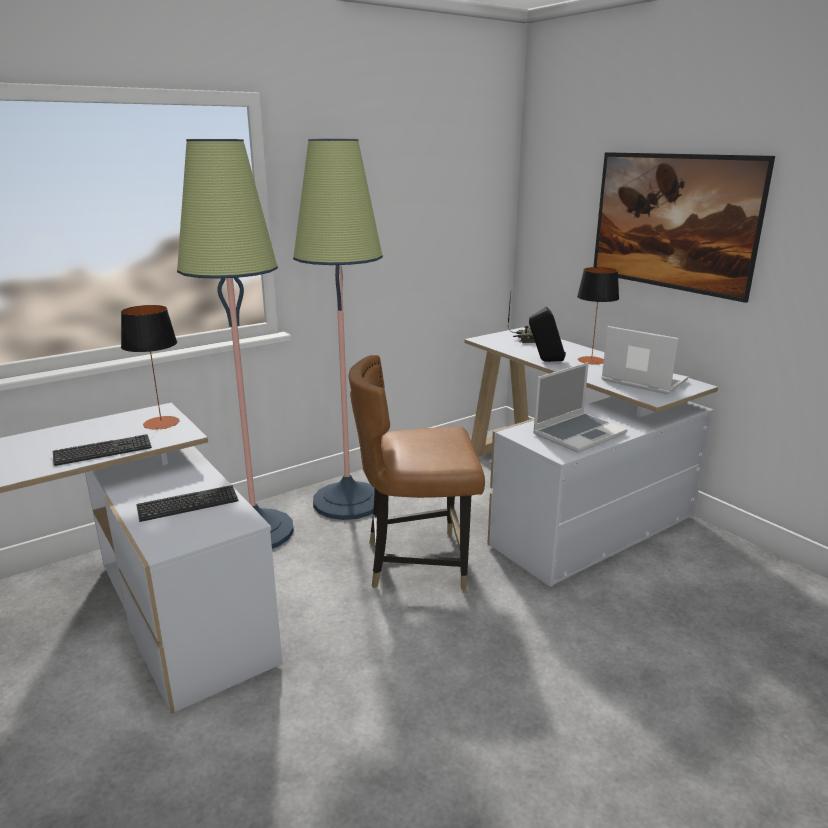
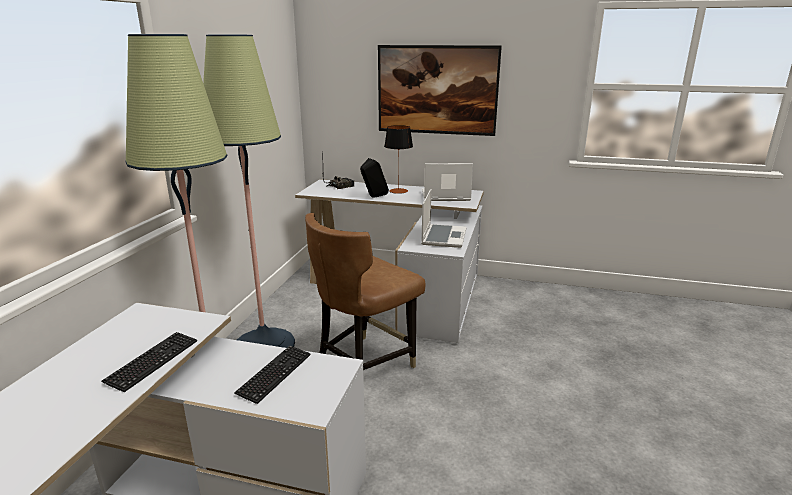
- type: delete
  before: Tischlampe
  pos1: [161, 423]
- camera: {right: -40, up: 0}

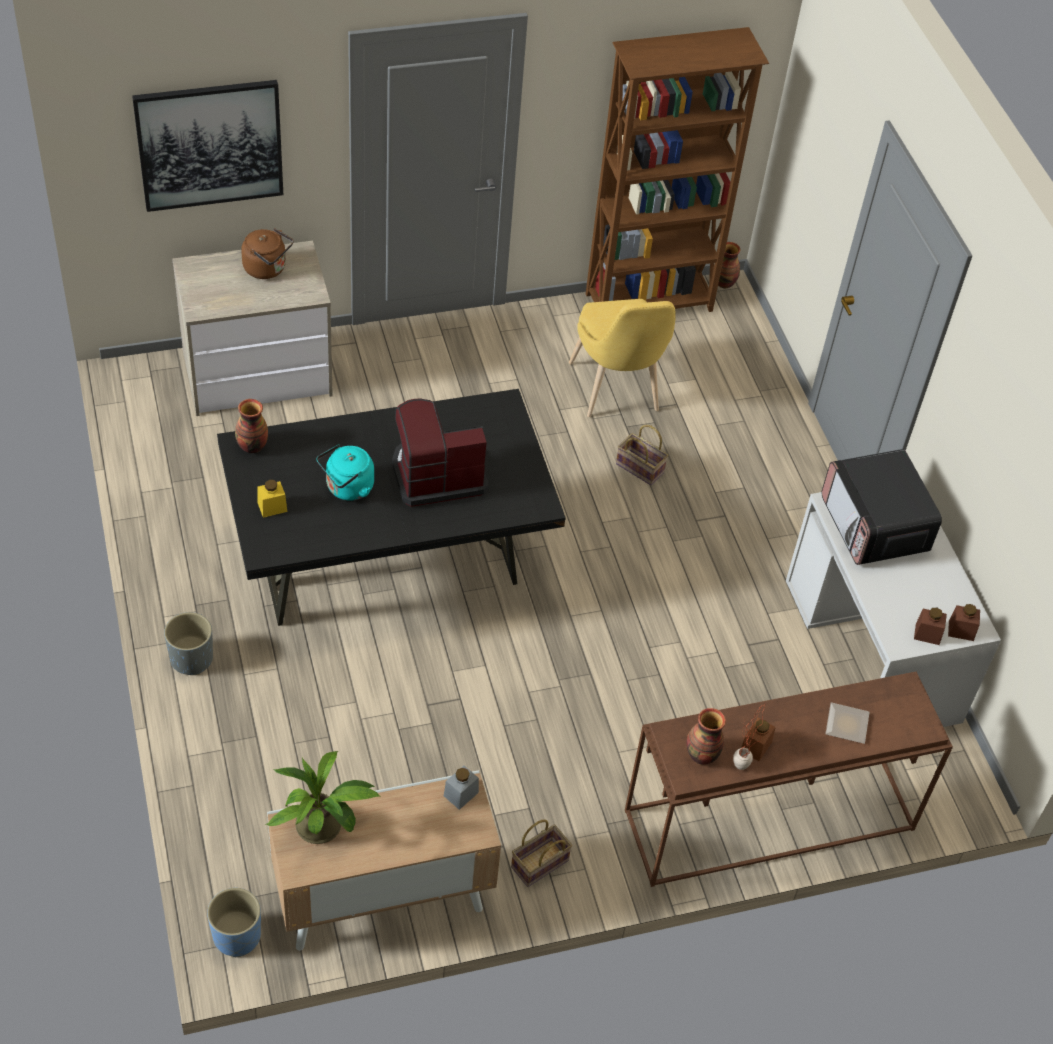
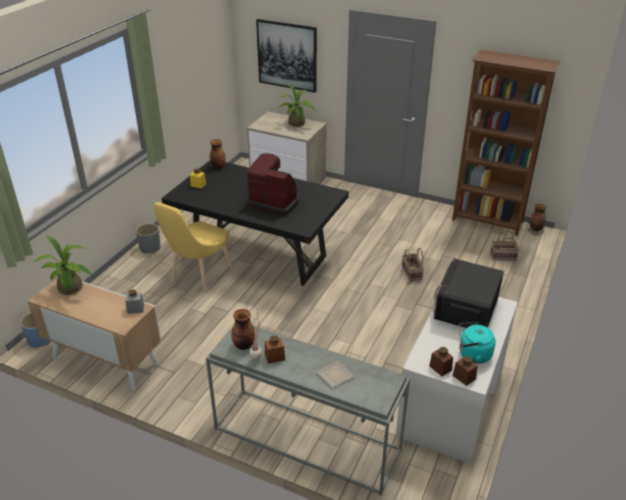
- type: replace
  before: Wasserkessel (braun)
  after: Topfpflanze
  pos1: [267, 269]
  pos2: [297, 124]
- type: move
  before: Wasserkessel (türkis)
  pos1: [347, 488]
  pos2: [472, 355]
- type: move
  before: Korb
  pos1: [539, 865]
  pos2: [502, 257]
- type: move
  before: Stuhl (gelb)
  pos1: [616, 392]
  pos2: [199, 277]
- type: recolor
  before: Konsolentisch (braun)
  after: Konsolentisch (grau)
  pos1: [768, 822]
  pos2: [305, 440]
- camera: {right: 45, up: -15}

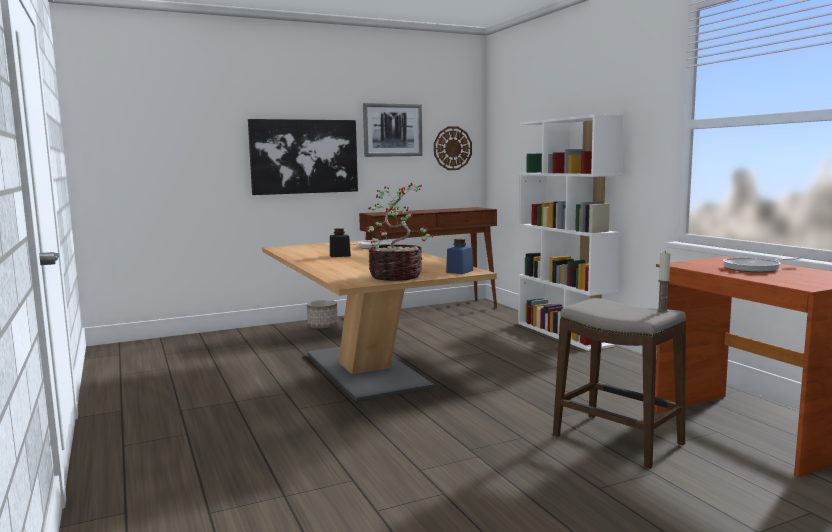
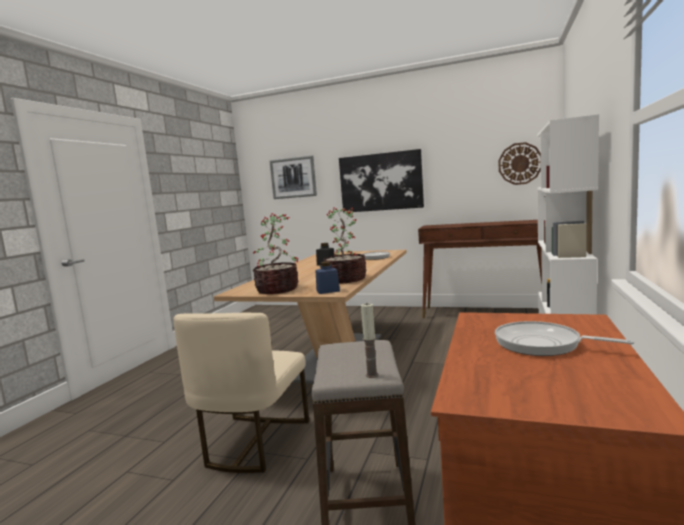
- type: delete
  before: Pflanzkübel
  pos1: [322, 327]
- type: move
  before: Bild
  pos1: [392, 130]
  pos2: [293, 177]
- type: insert
  after: Stuhl (beige)
  pos2: [253, 442]
- type: insert
  after: Topfpflanze
  pos2: [346, 279]
- camera: {right: 45, up: 0}

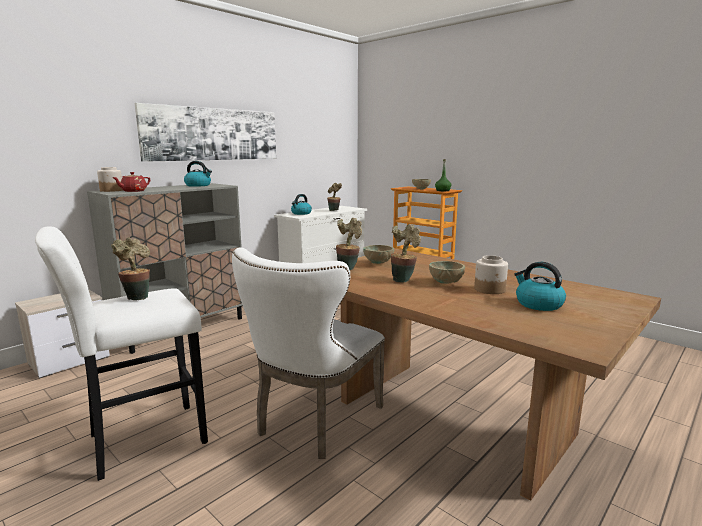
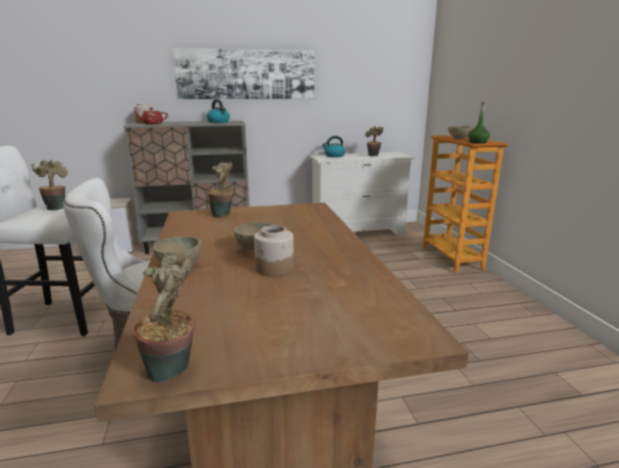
- type: move
  before: Schüssel (beige)
  pos1: [378, 263]
  pos2: [180, 266]
- type: move
  before: Topfpflanze
  pos1: [403, 279]
  pos2: [173, 371]
- type: delete
  before: Wasserkessel
  pos1: [538, 304]
- camera: {right: 35, up: 5}

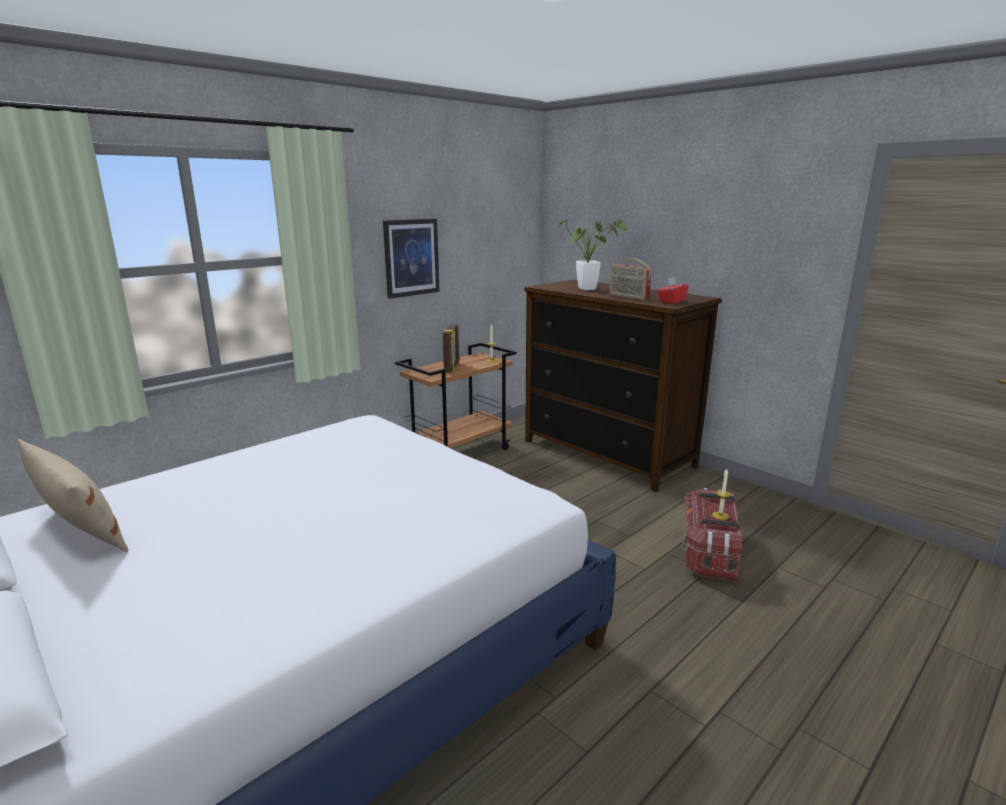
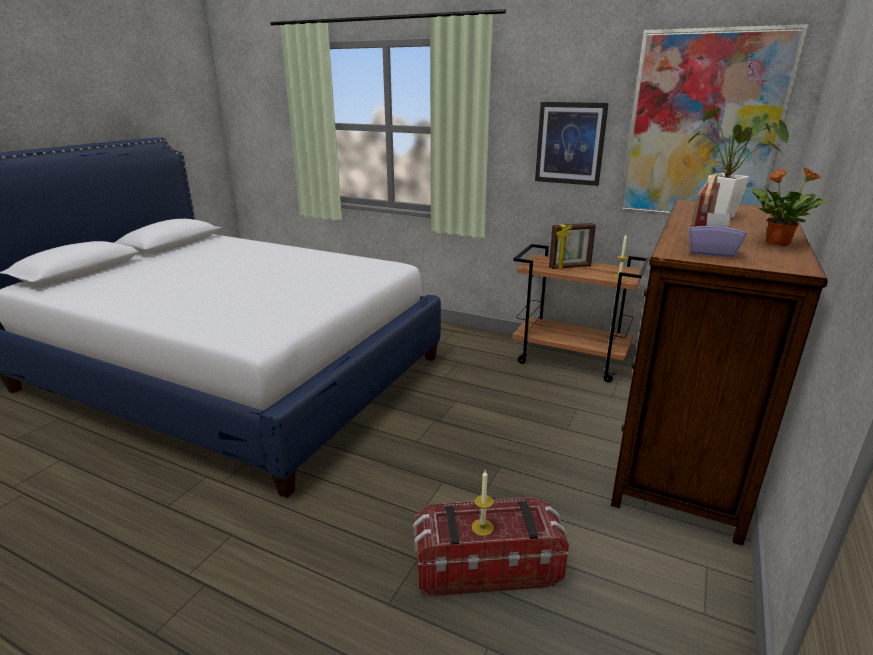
- type: delete
  before: Kissen (beige)
  pos1: [79, 528]
- type: recolor
  before: Taschentuchbox (rot)
  after: Taschentuchbox (lila)
  pos1: [671, 301]
  pos2: [711, 253]
- type: insert
  after: Bild
  pos2: [703, 128]
- type: insert
  after: Topfpflanze
  pos2: [776, 243]
- camera: {right: 70, up: 5}

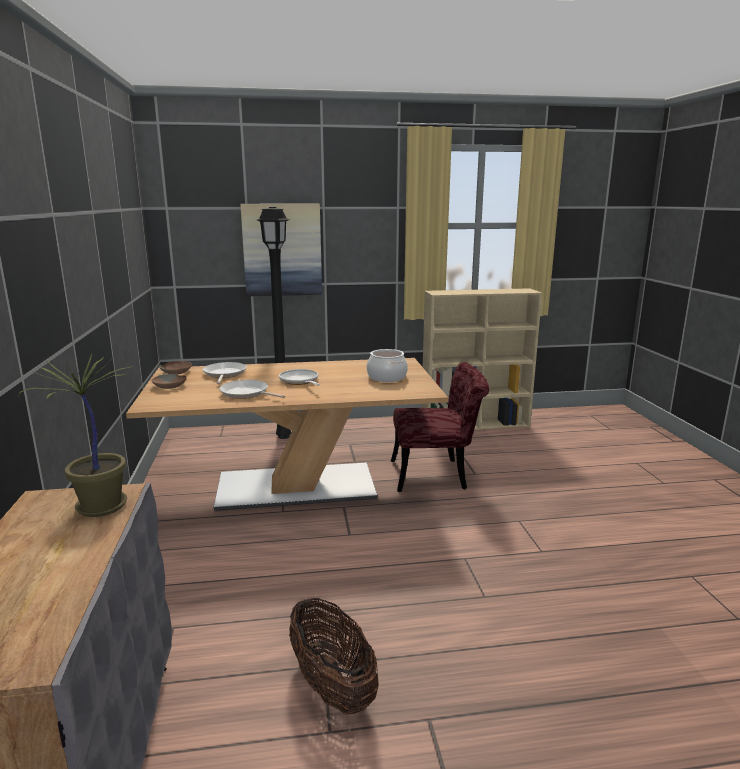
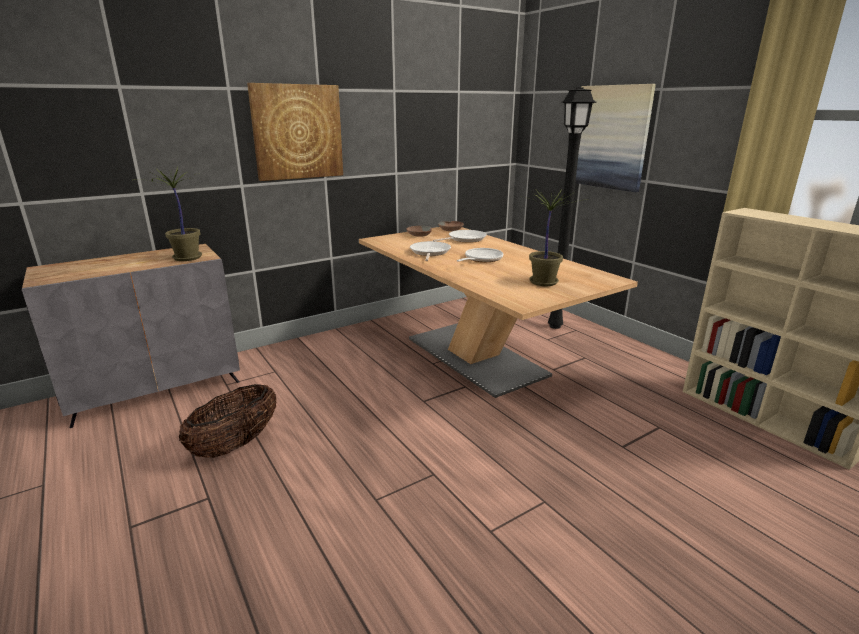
- type: replace
  before: Kochtopf
  after: Topfpflanze
  pos1: [386, 377]
  pos2: [543, 282]
- type: delete
  before: Stuhl (rot)
  pos1: [437, 474]
- type: insert
  after: Bild
  pos2: [297, 132]
- camera: {right: 65, up: 5}

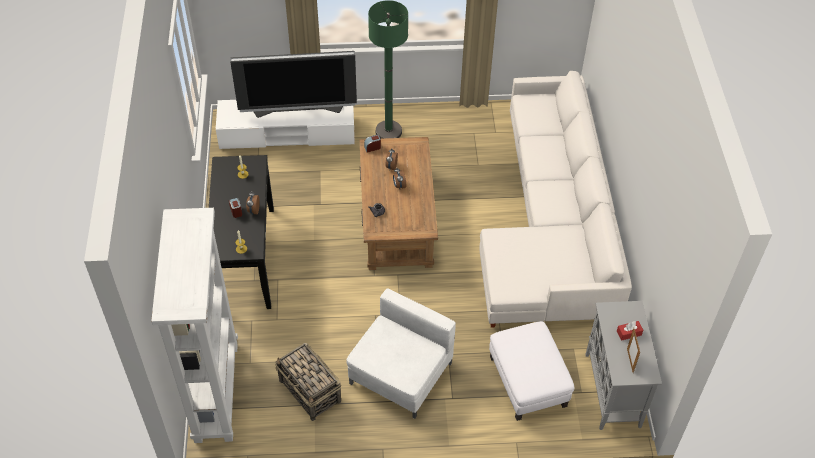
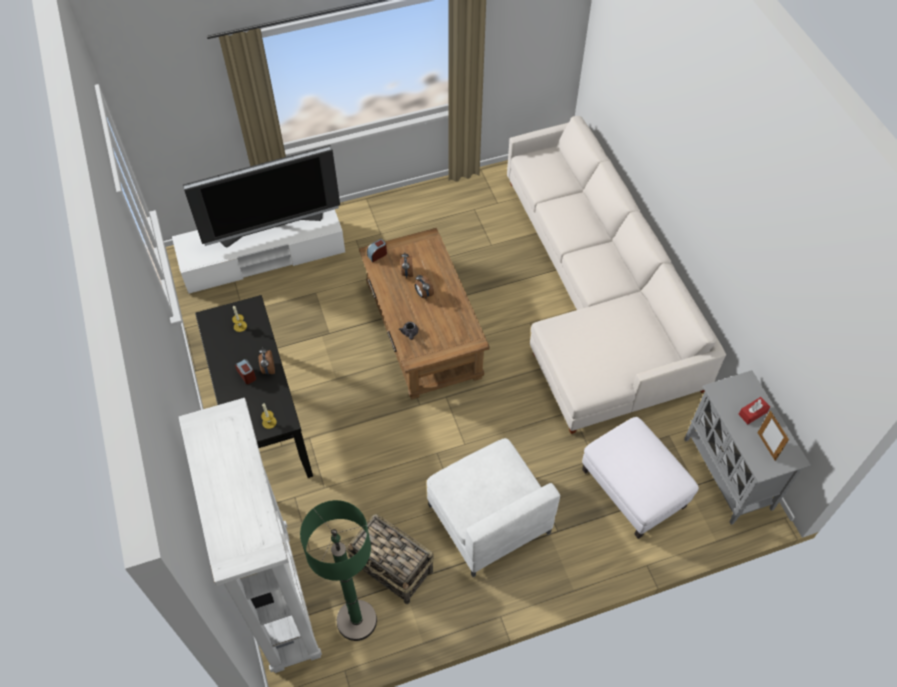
- type: rotate
  before: Sessel (weiß)
  pos1: [399, 374]
  pos2: [488, 517]
  turn: 135
- type: move
  before: Stehlampe (grün)
  pos1: [388, 131]
  pos2: [356, 620]
- camera: {right: -15, up: 5}

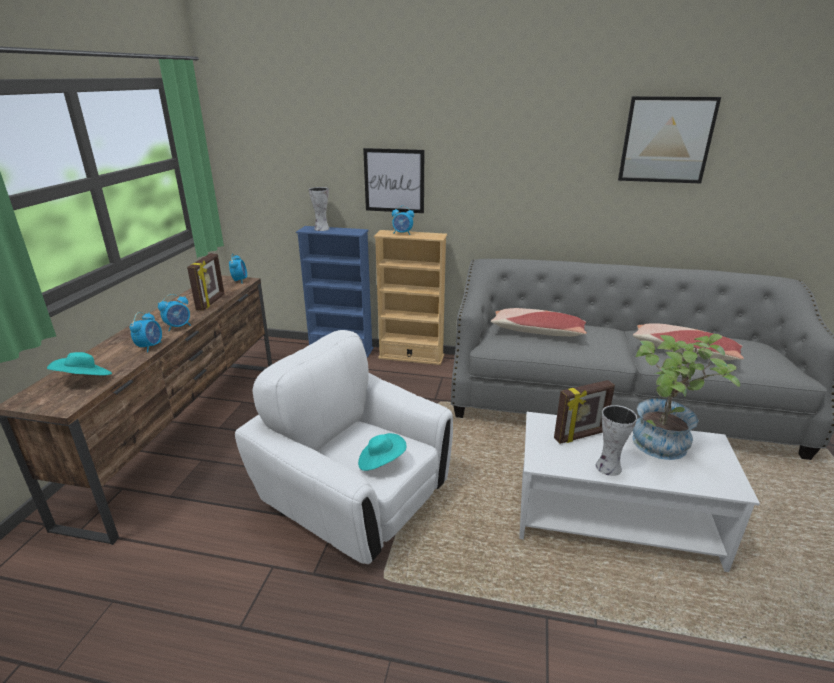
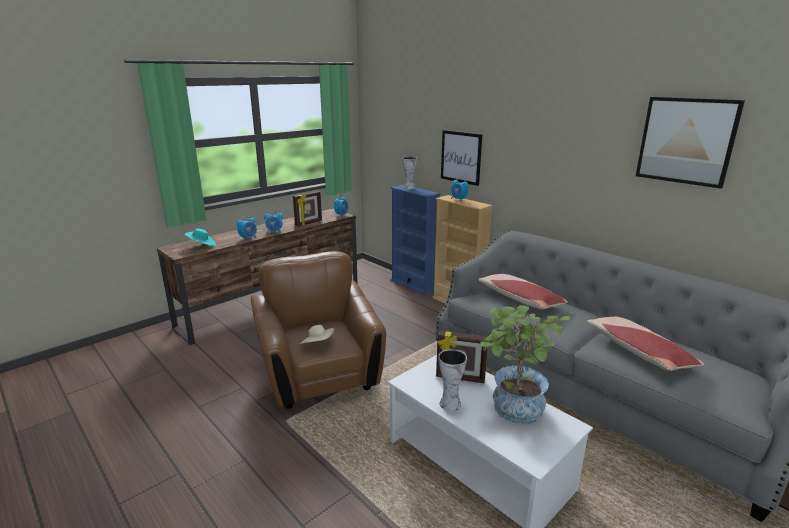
- type: recolor
  before: Sessel (weiß)
  after: Sessel (braun)
  pos1: [355, 499]
  pos2: [319, 374]
- type: recolor
  before: Hut (türkis)
  after: Hut (beige)
  pos1: [381, 462]
  pos2: [318, 345]
- camera: {right: 35, up: -5}

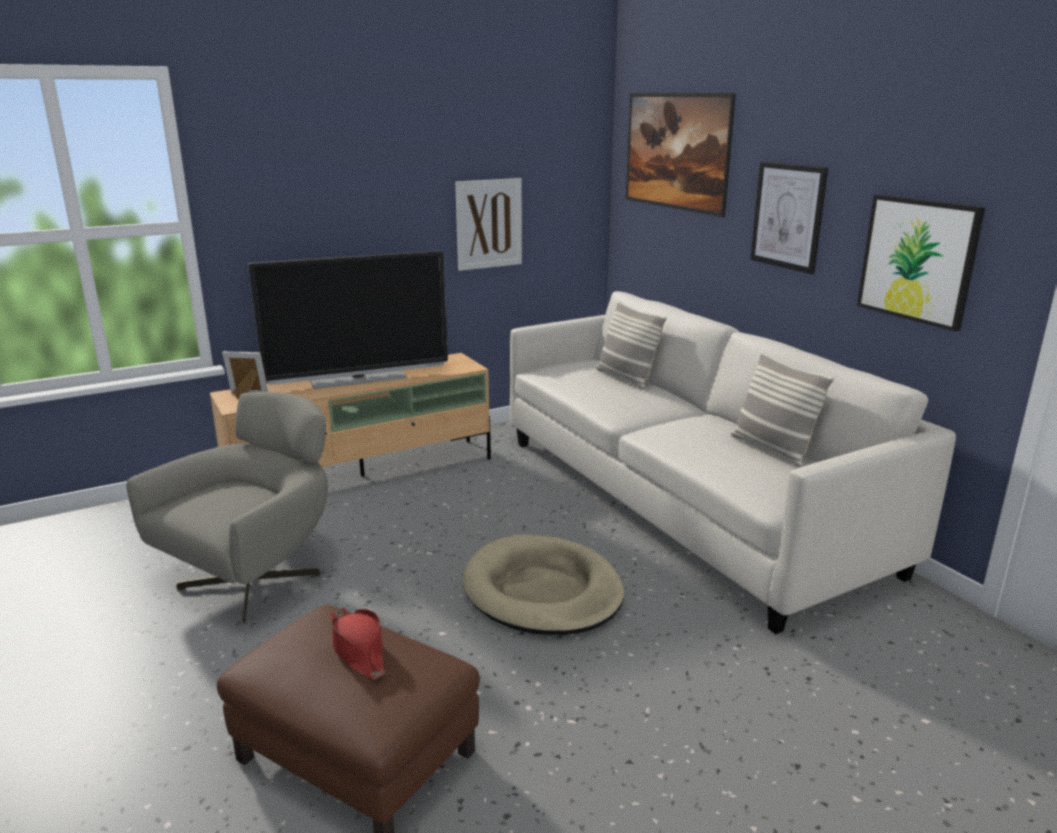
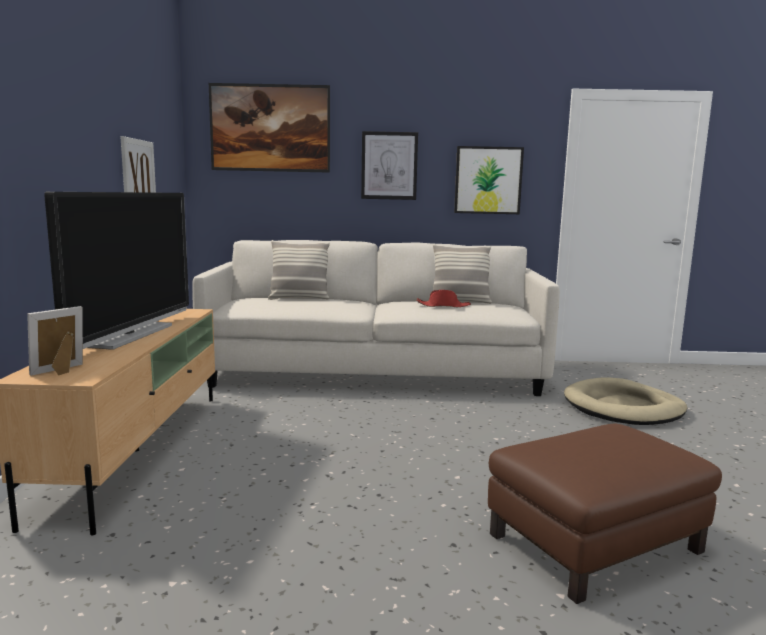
- type: delete
  before: Sessel (grau)
  pos1: [254, 580]
- type: move
  before: Hut (rot)
  pos1: [358, 649]
  pos2: [443, 306]
- type: move
  before: Hundebett (beige)
  pos1: [542, 591]
  pos2: [623, 407]
- camera: {right: -60, up: -10}

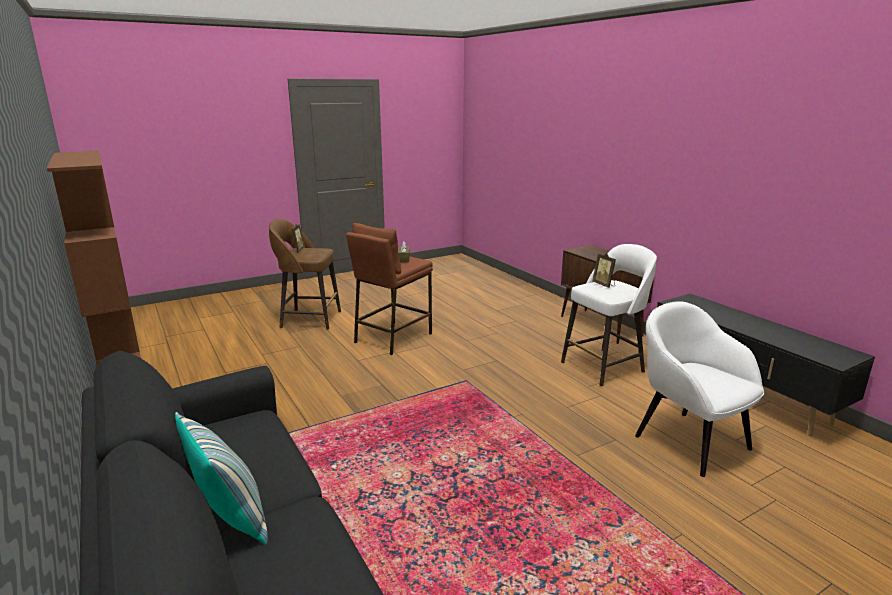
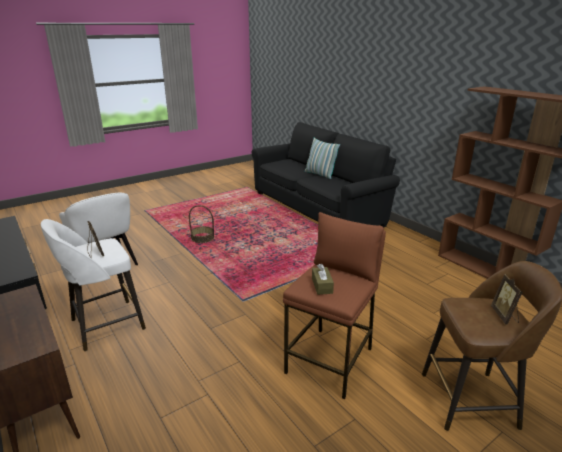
- type: insert
  after: Korb
  pos2: [202, 238]
- camera: {right: 175, up: 5}

